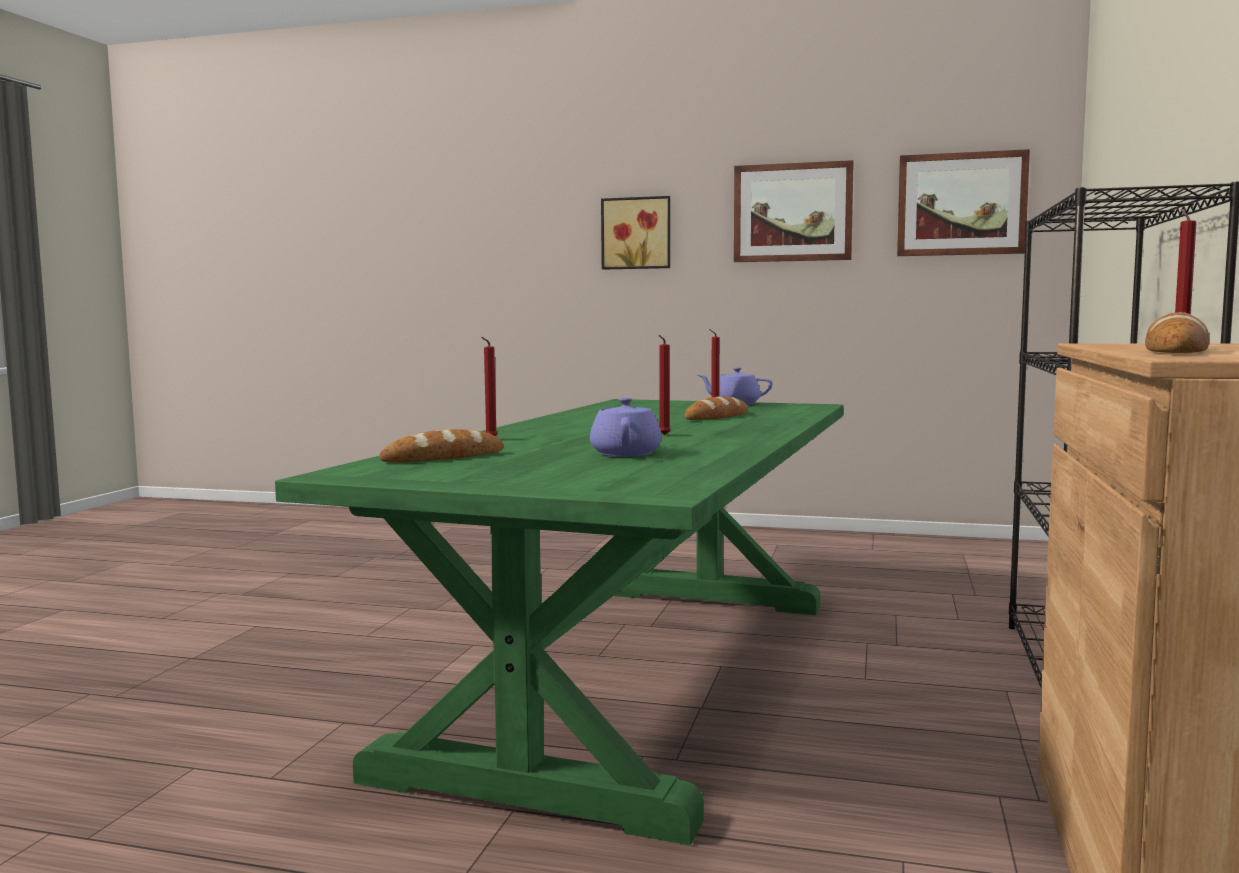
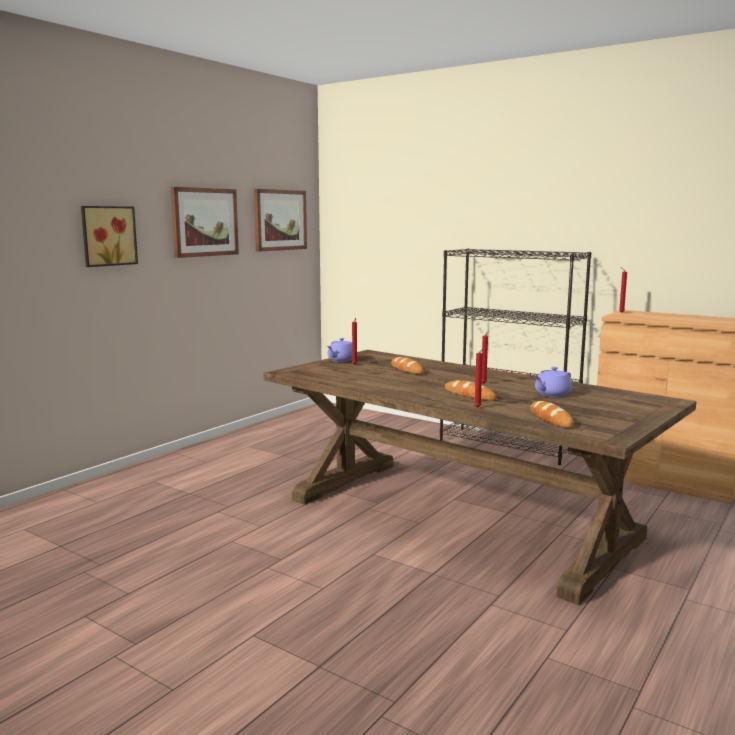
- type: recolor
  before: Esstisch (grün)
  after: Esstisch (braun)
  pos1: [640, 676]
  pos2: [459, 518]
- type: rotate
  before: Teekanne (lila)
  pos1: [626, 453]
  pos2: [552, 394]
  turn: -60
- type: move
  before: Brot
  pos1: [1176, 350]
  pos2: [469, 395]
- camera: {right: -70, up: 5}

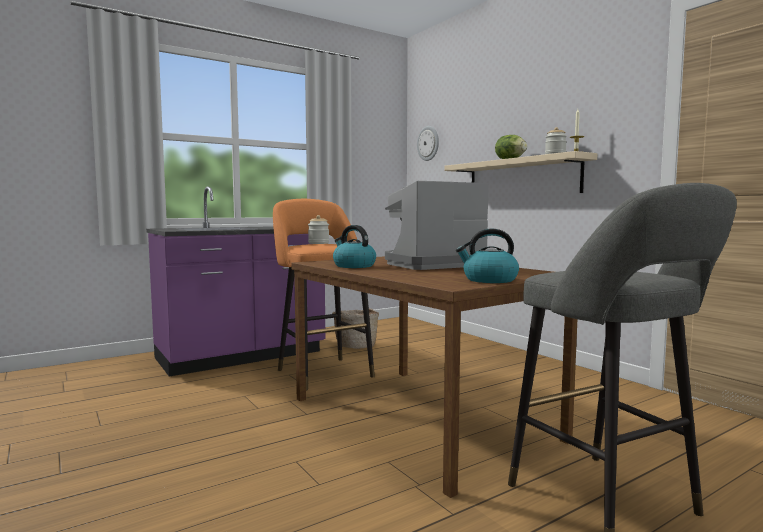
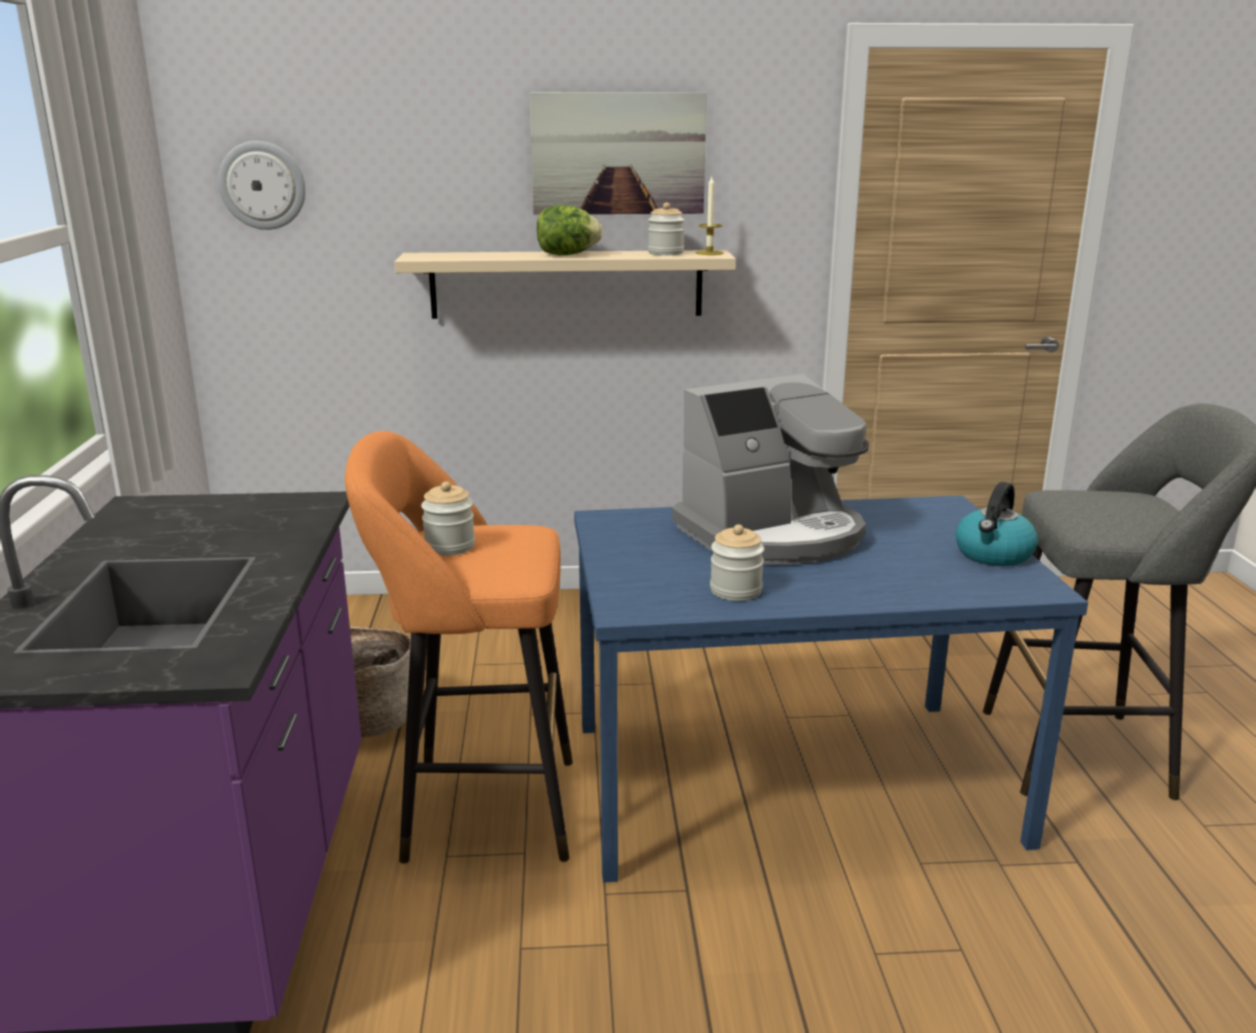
- type: recolor
  before: Esstisch (braun)
  after: Esstisch (blau)
  pos1: [422, 418]
  pos2: [792, 781]
- type: replace
  before: Wasserkessel
  after: Vorratsglas
  pos1: [353, 266]
  pos2: [735, 591]
- type: rotate
  before: Kaffeemaschine
  pos1: [433, 264]
  pos2: [772, 534]
  turn: -120
- type: insert
  after: Bild
  pos2: [618, 153]
- camera: {right: -60, up: 15}

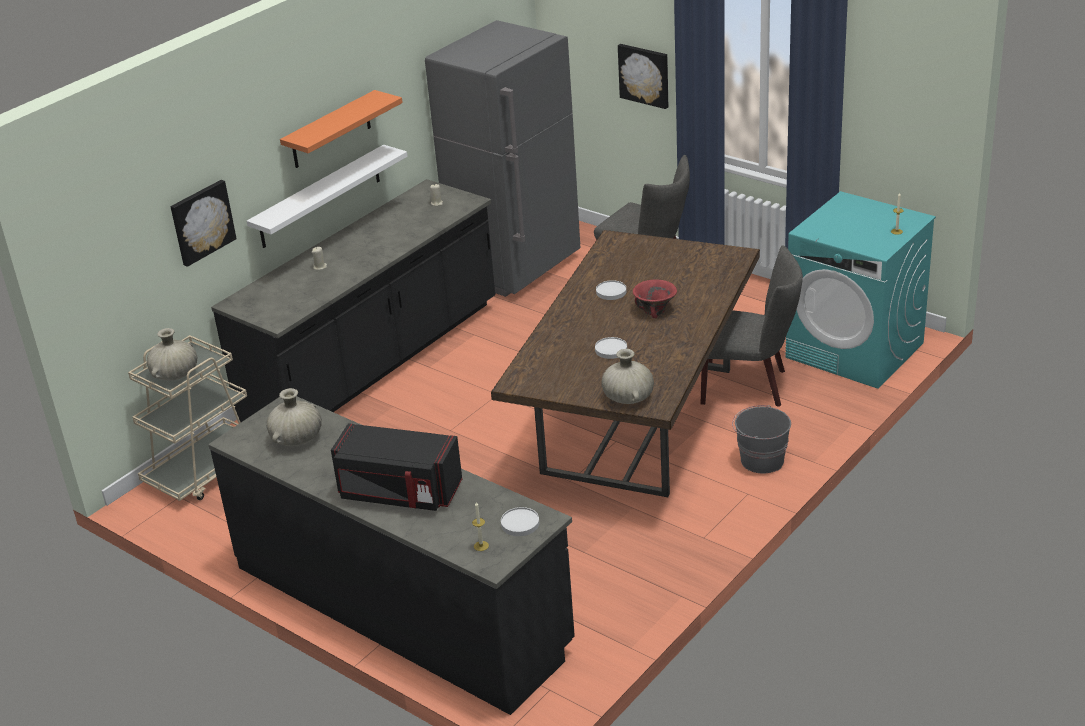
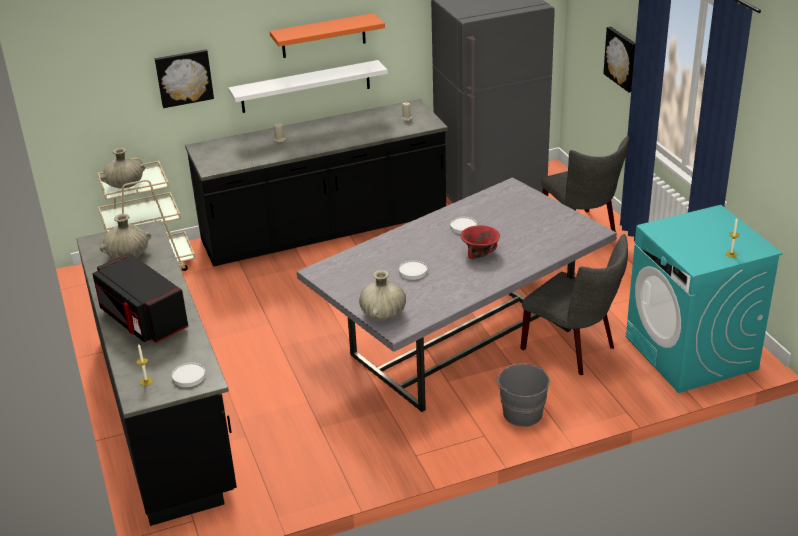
- type: recolor
  before: Esstisch (braun)
  after: Esstisch (grau)
  pos1: [637, 421]
  pos2: [459, 343]
- camera: {right: 30, up: 0}

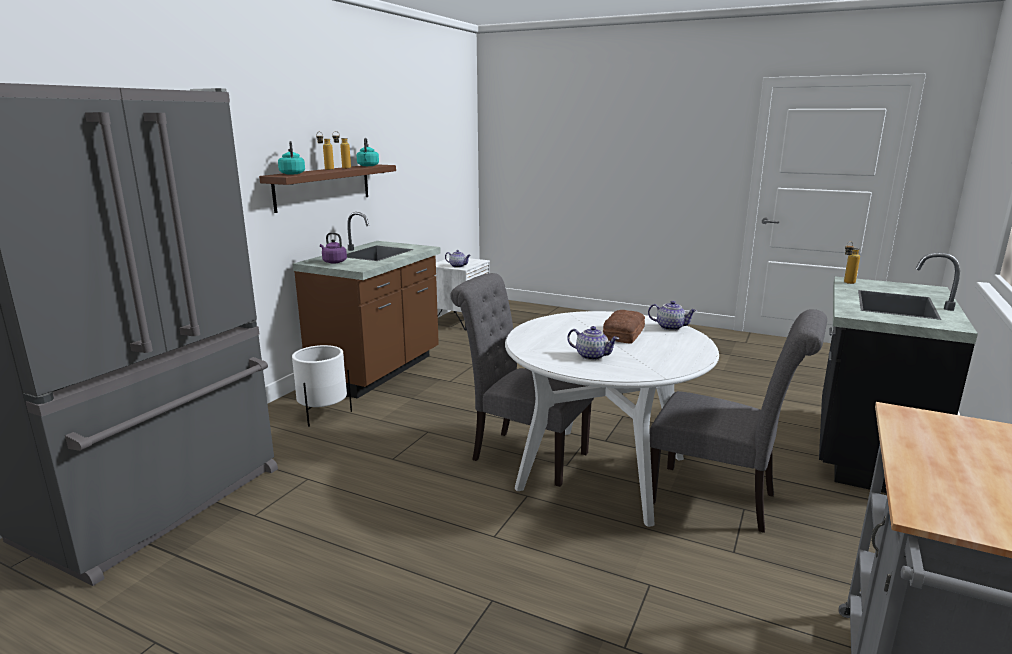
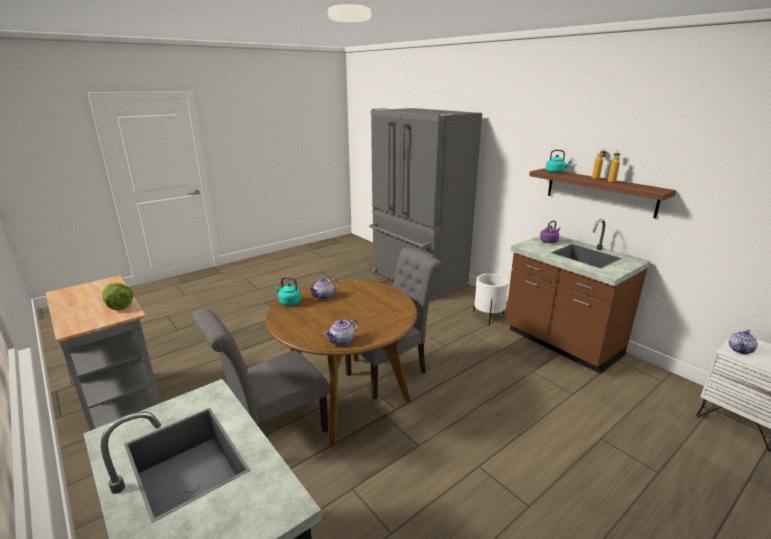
- type: move
  before: Wasserkessel (türkis)
  pos1: [368, 166]
  pos2: [289, 302]
- type: recolor
  before: Esstisch (weiß)
  after: Esstisch (braun)
  pos1: [602, 472]
  pos2: [346, 396]
- type: delete
  before: Brot
  pos1: [622, 334]
- type: delete
  before: Flasche
  pos1: [846, 283]
- type: insert
  after: Salatkopf
  pos2: [118, 305]
- camera: {right: 115, up: 5}

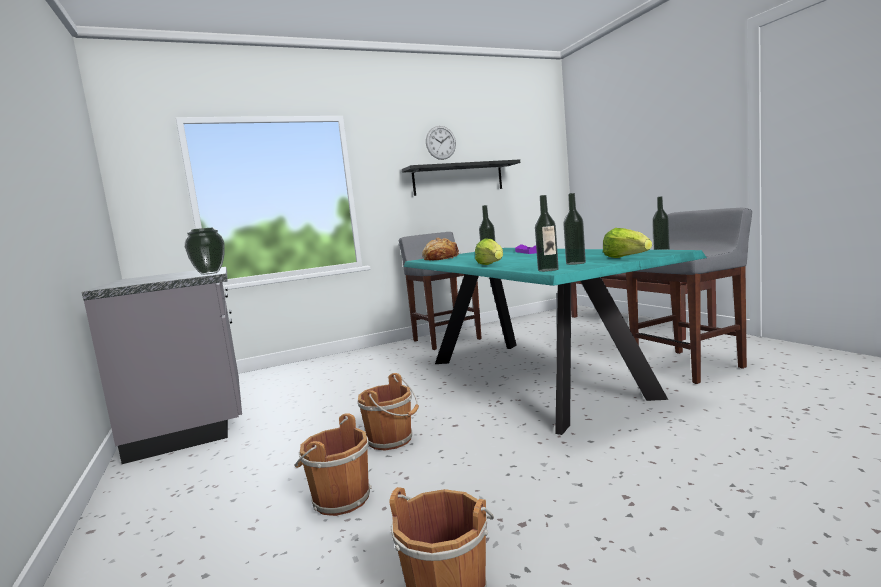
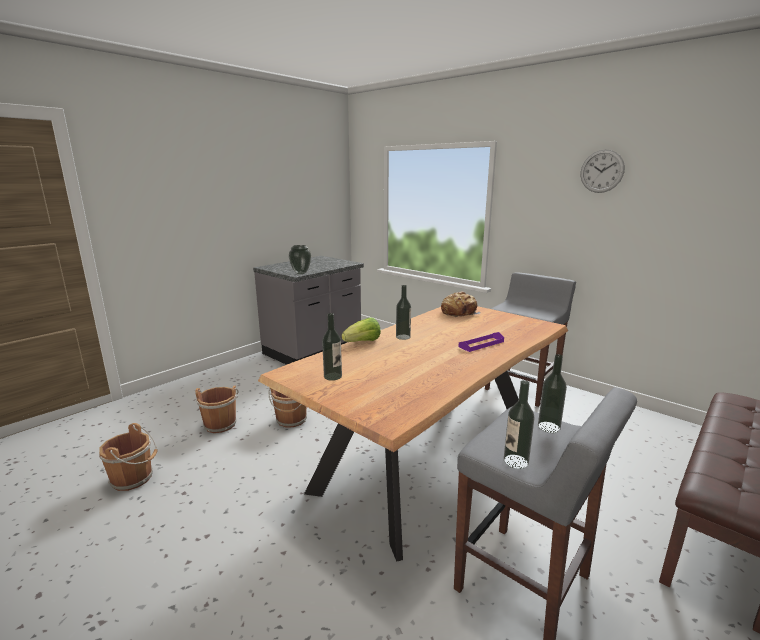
- type: delete
  before: Wandregal (schwarz)
  pos1: [458, 179]
- type: recolor
  before: Esstisch (türkis)
  after: Esstisch (braun)
  pos1: [530, 378]
  pos2: [429, 458]
- type: move
  before: Flasche
  pos1: [548, 270]
  pos2: [515, 461]
- type: delete
  before: Salatkopf
  pos1: [626, 258]
- camera: {right: 65, up: 10}

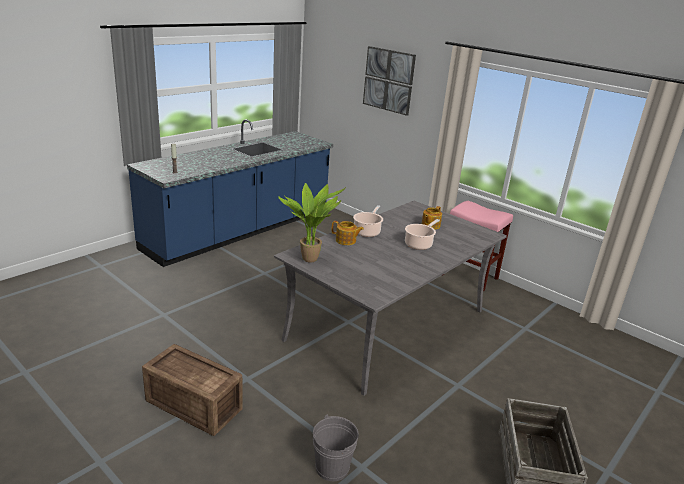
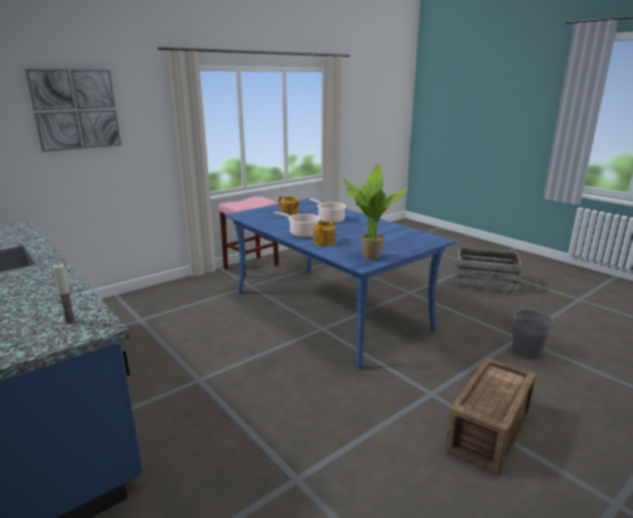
- type: recolor
  before: Esstisch (grau)
  after: Esstisch (blau)
  pos1: [387, 324]
  pos2: [328, 310]
- camera: {right: -80, up: -5}

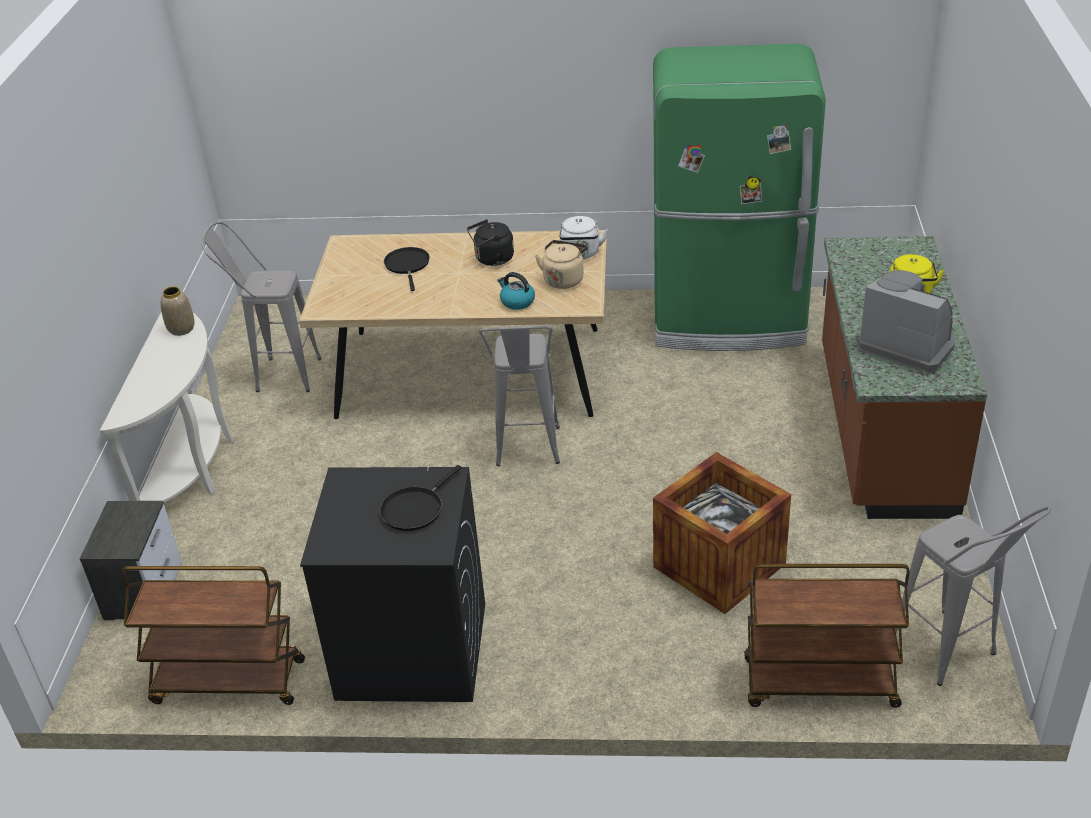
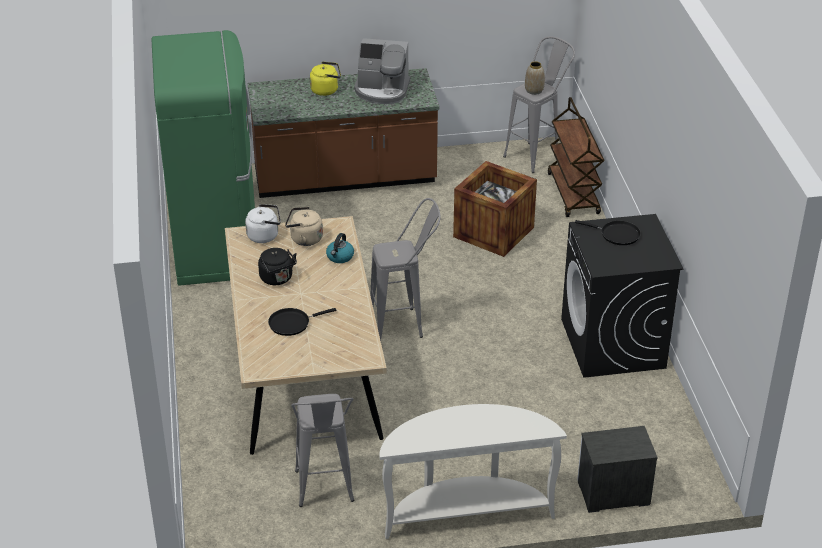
- type: delete
  before: Rollwagen (braun)
  pos1: [227, 682]
- type: move
  before: Vase
  pos1: [181, 329]
  pos2: [534, 90]
- type: rotate
  before: Kaffeemaschine
  pos1: [907, 344]
  pos2: [382, 91]
  turn: -105
- camera: {right: -105, up: 0}

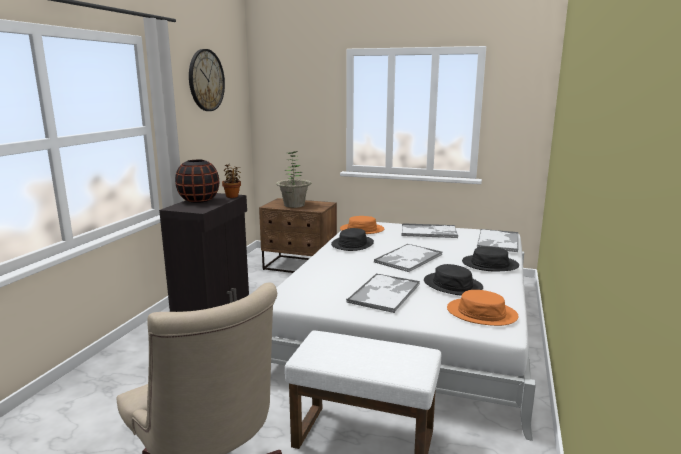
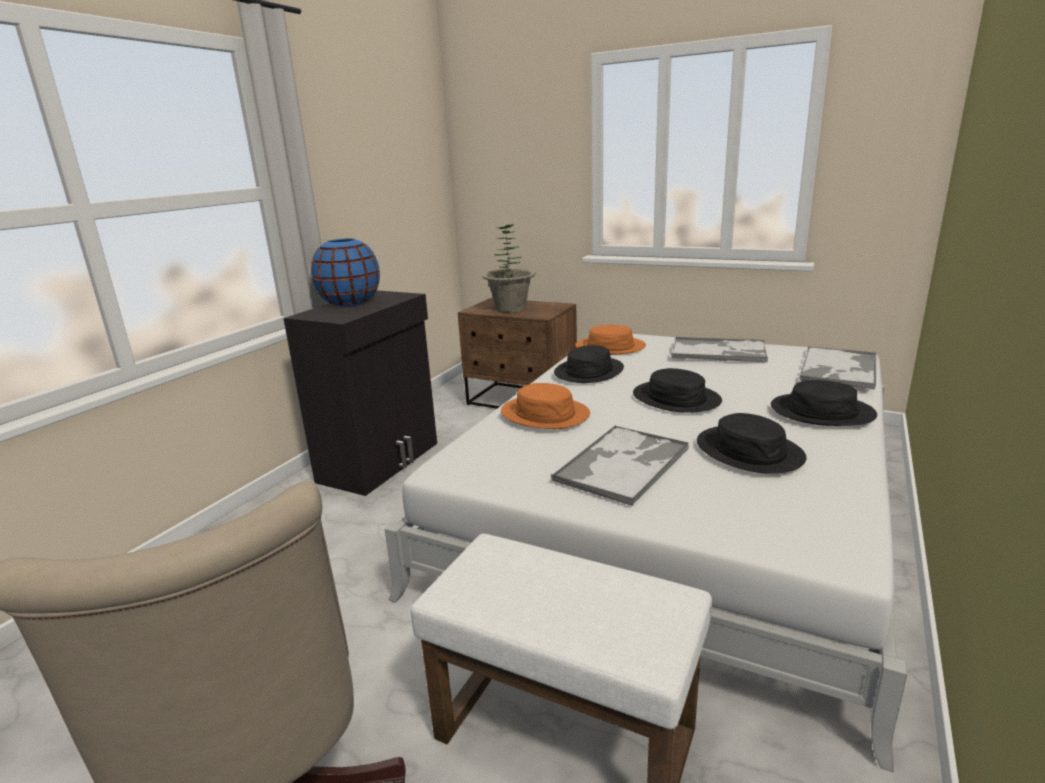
- type: recolor
  before: Vase (schwarz)
  after: Vase (blau)
  pos1: [198, 200]
  pos2: [350, 303]
- type: delete
  before: Wanduhr
  pos1: [206, 80]
- type: delete
  before: Topfpflanze
  pos1: [232, 196]
- type: replace
  before: Tablett
  after: Hut (schwarz)
  pos1: [408, 258]
  pos2: [676, 398]
- type: move
  before: Hut (orange)
  pos1: [481, 313]
  pos2: [545, 414]
- camera: {right: 10, up: 5}

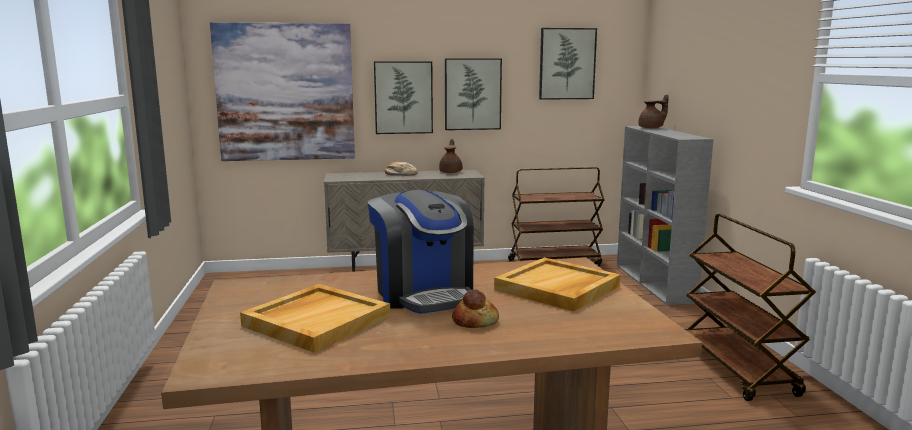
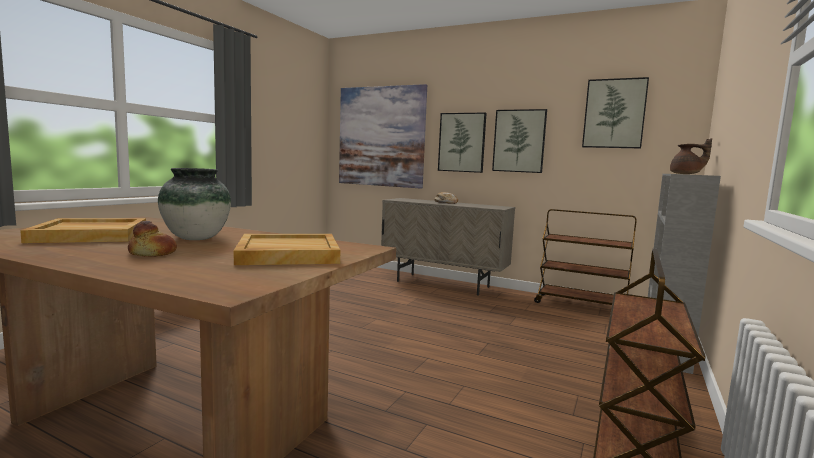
- type: replace
  before: Kaffeemaschine
  after: Vase
  pos1: [423, 293]
  pos2: [197, 238]
- type: delete
  before: Teekanne (braun)
  pos1: [451, 172]
- camera: {right: 35, up: -5}

